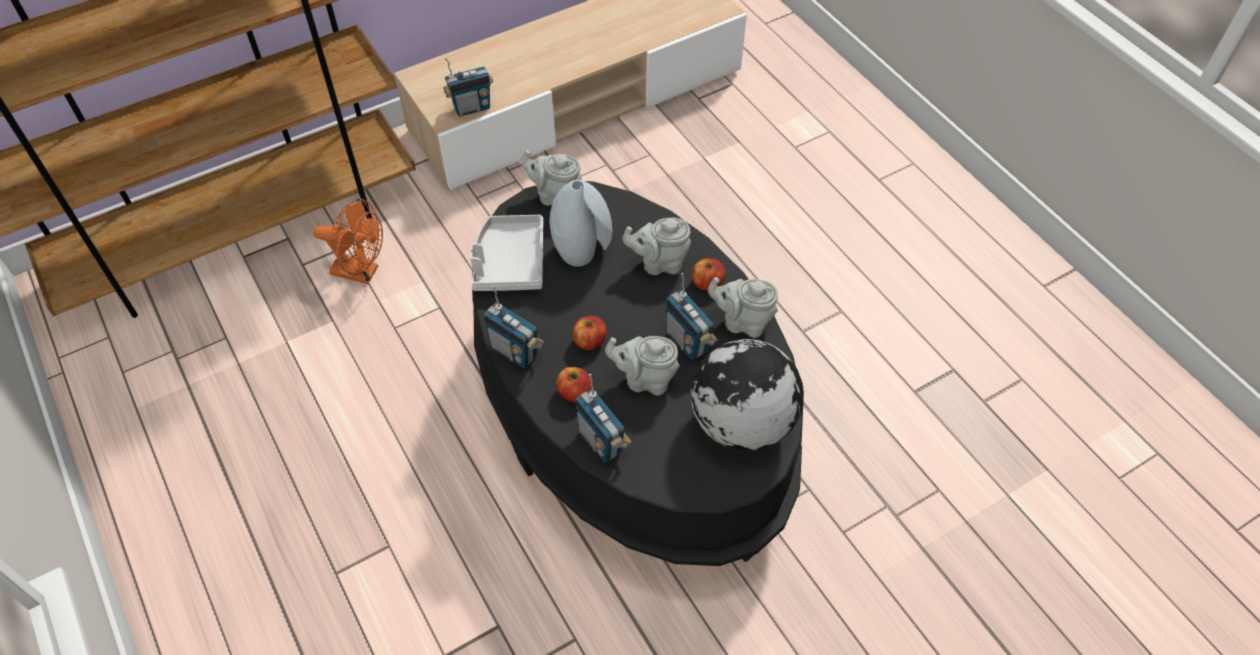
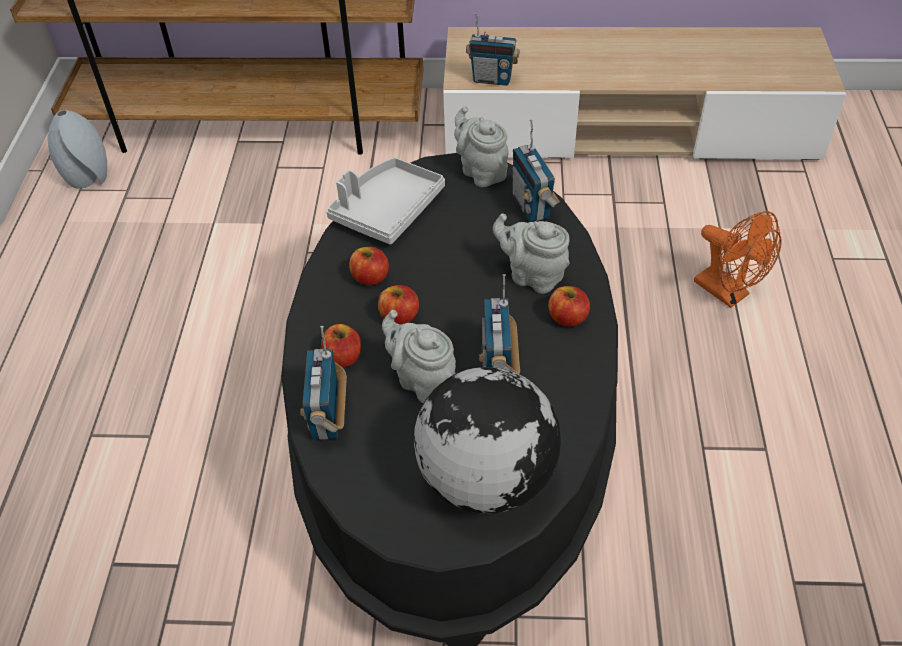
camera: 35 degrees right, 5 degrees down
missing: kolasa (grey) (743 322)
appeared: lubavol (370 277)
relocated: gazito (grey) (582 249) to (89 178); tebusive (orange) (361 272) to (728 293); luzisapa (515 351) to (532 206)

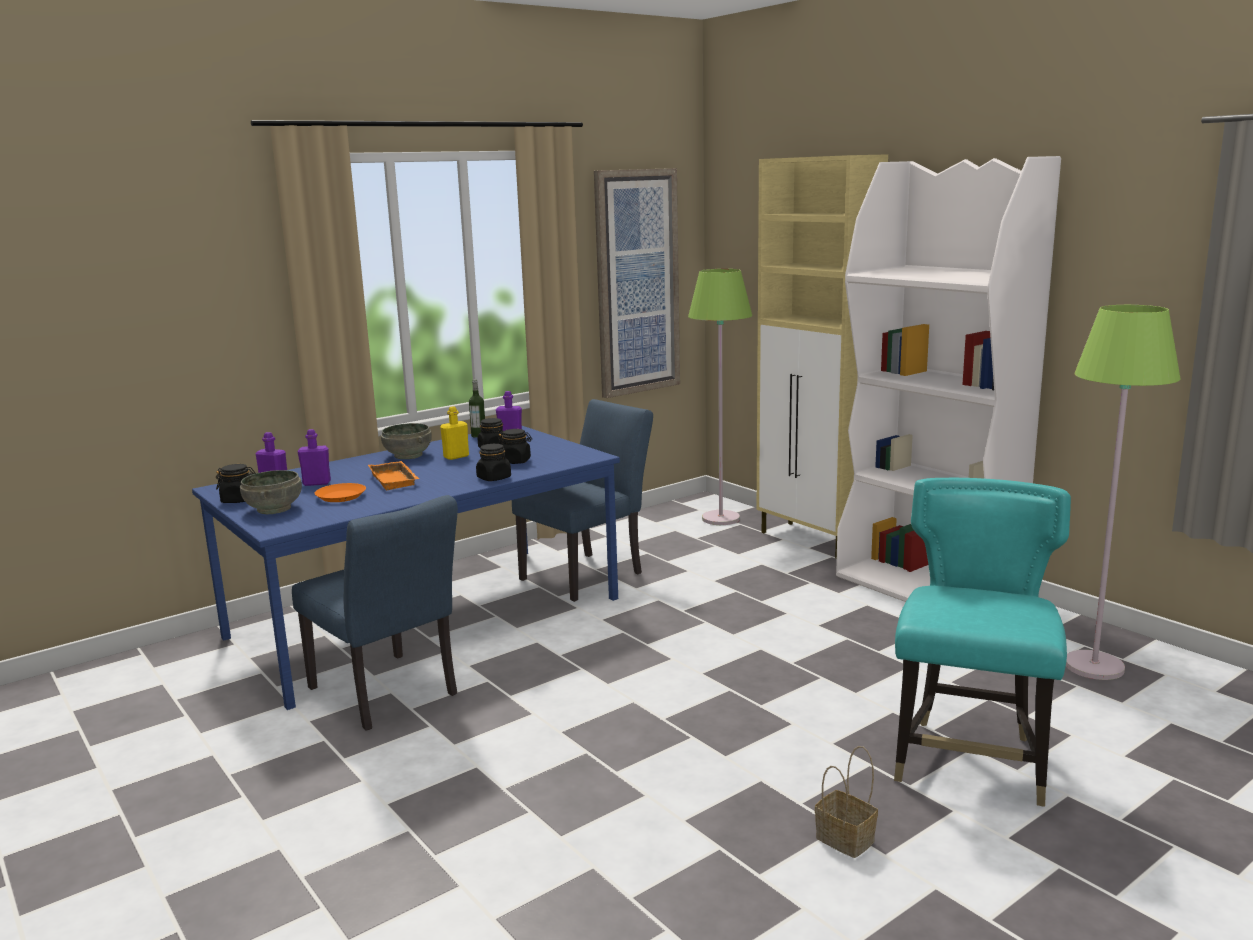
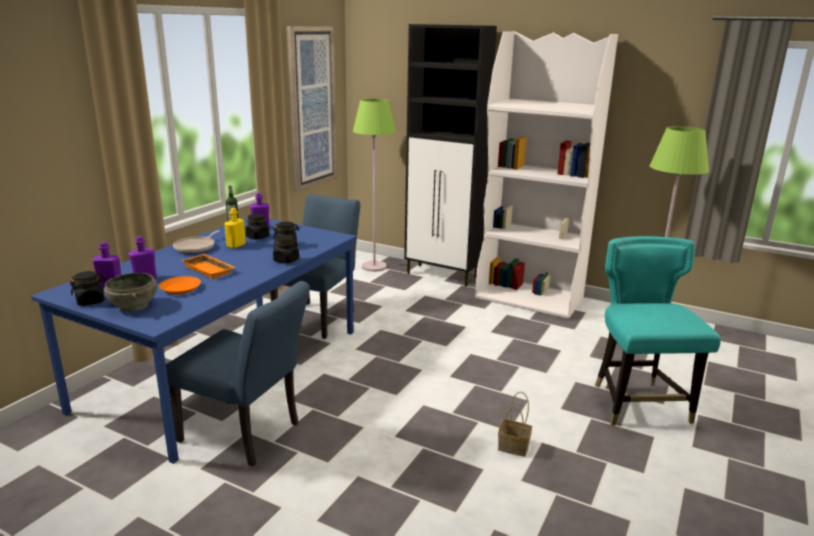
camera: 25 degrees left, 5 degrees up
relocated: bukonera (847 840) to (514 447)
exchanged: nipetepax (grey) (409 455) to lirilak (196 247)
colour: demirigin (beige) (813 541) to demirigin (black) (443 275)

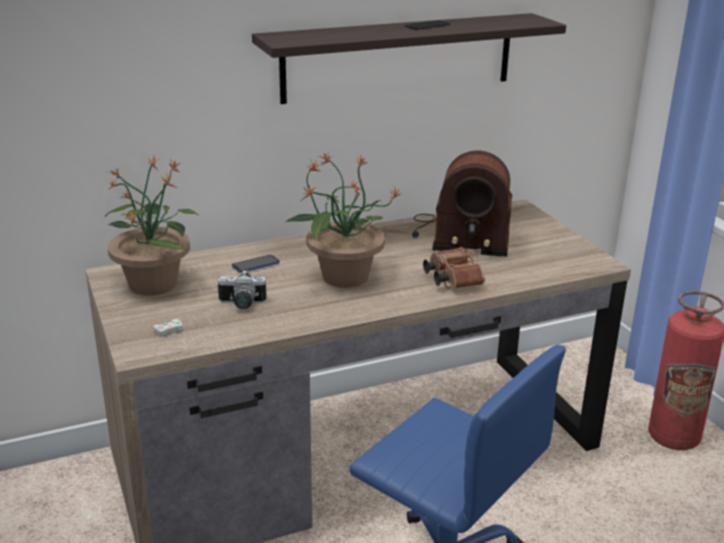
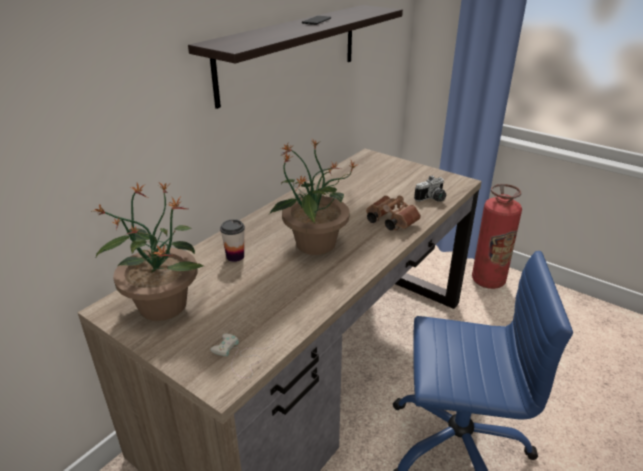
camera: 30 degrees left, 5 degrees up
missing: luzisapa (459 236)
relocated: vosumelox (241 304) to (432 199)
exchanged: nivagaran (255 265) to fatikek (235 256)

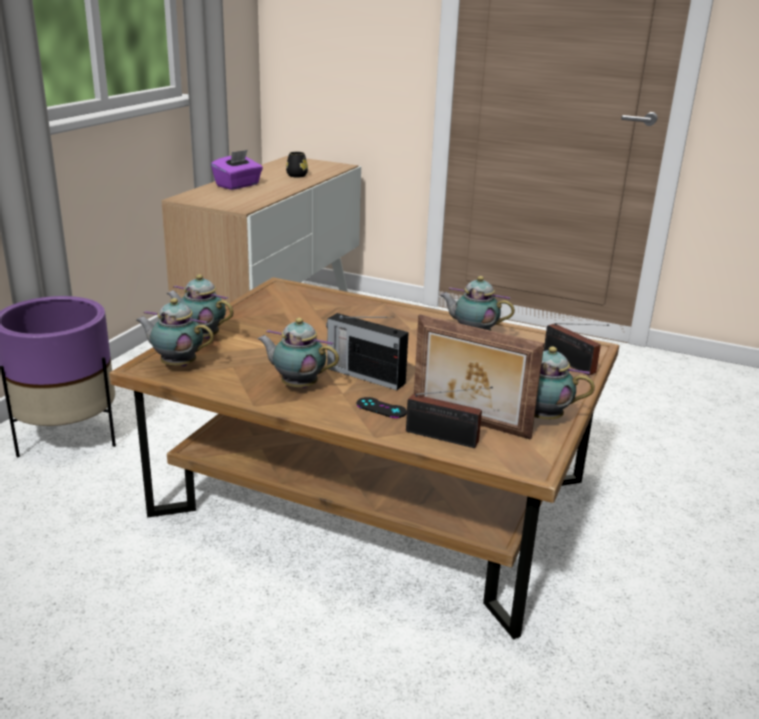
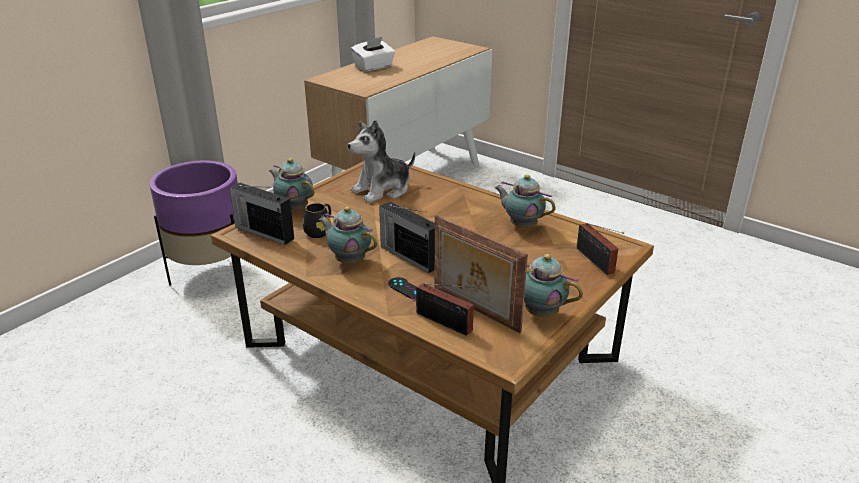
camera: 15 degrees right, 5 degrees up
appeared: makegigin (382 190)
relocated: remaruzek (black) (298 175) to (320 231)
exchanged: kolasa (176 364) to luzisapa (263 232)
colour: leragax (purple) (238 185) to leragax (white) (374 67)

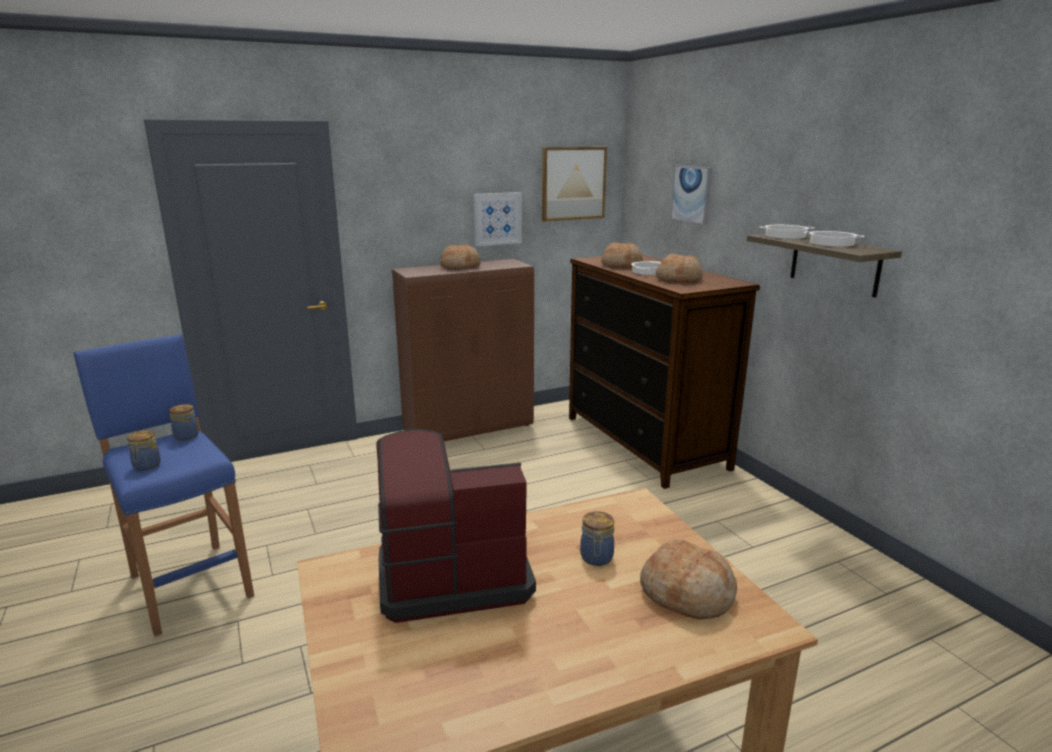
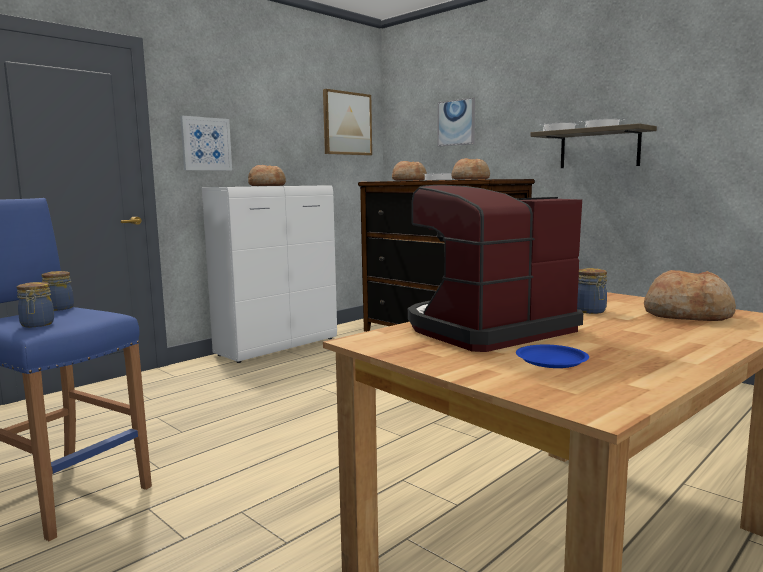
camera: 20 degrees left, 10 degrees down
appeared: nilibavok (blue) (551 360)
relocated: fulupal (497 218) to (206 144)
colour: demirigin (brown) (469 429) to demirigin (white) (278 346)

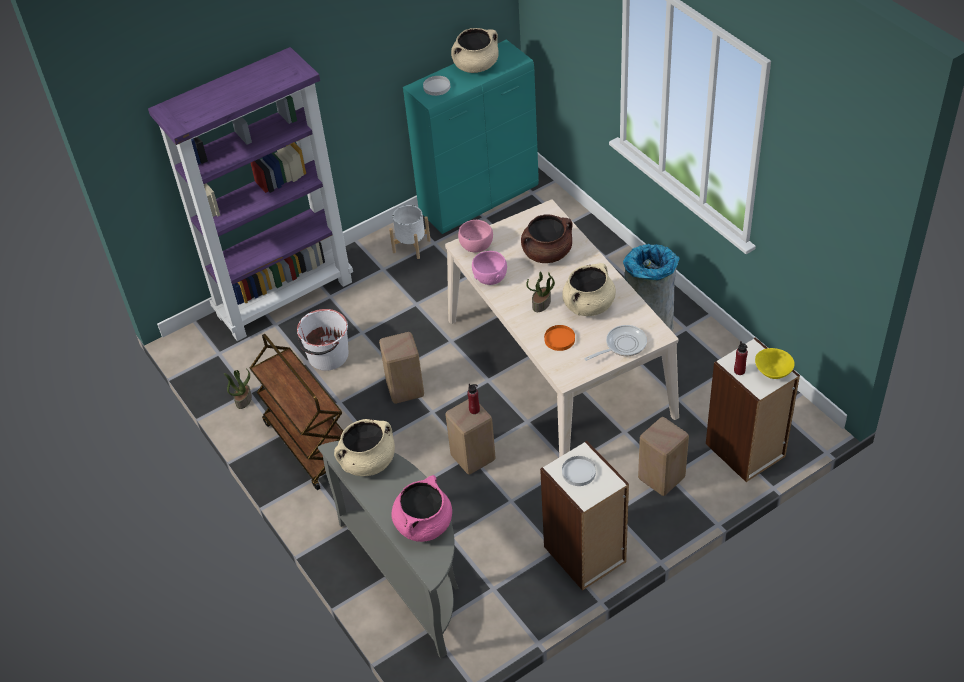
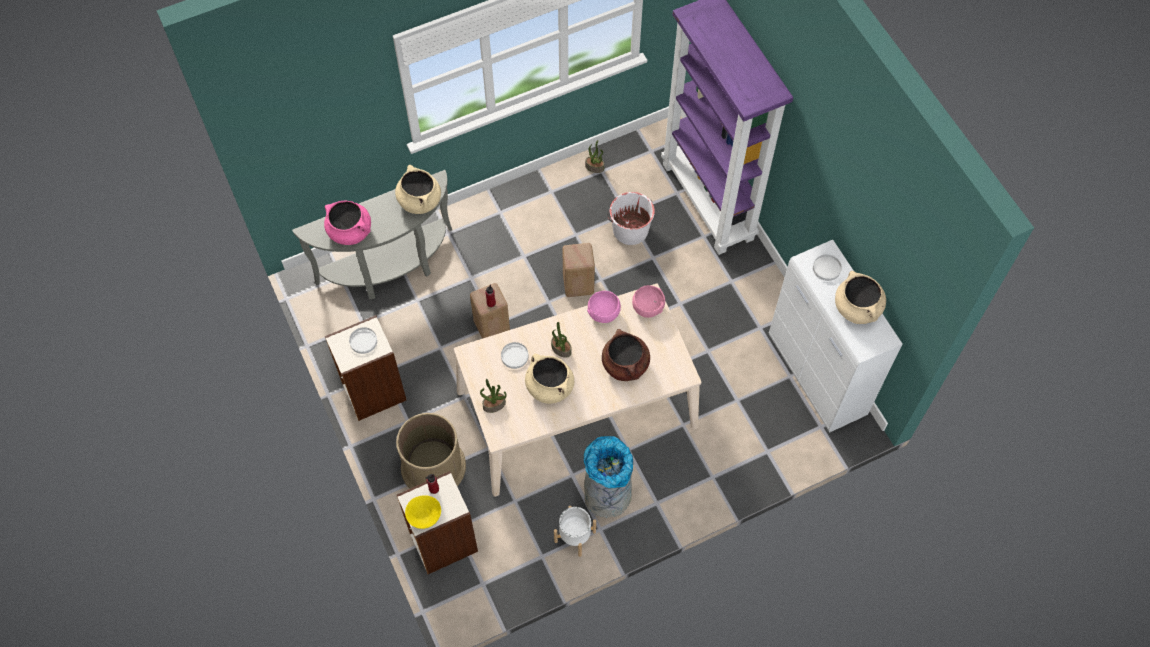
camera: 95 degrees right, 15 degrees up
missing: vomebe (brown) (308 445)
relocated: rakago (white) (411 246) to (575 536)
exchanged: lirilak (622 345) to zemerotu (494 404); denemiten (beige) (661 477) to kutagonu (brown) (433 466)
colour: demirigin (turquoise) (480 199) to demirigin (white) (817 376); nilibavok (orange) (559 339) to nilibavok (white) (515 356)

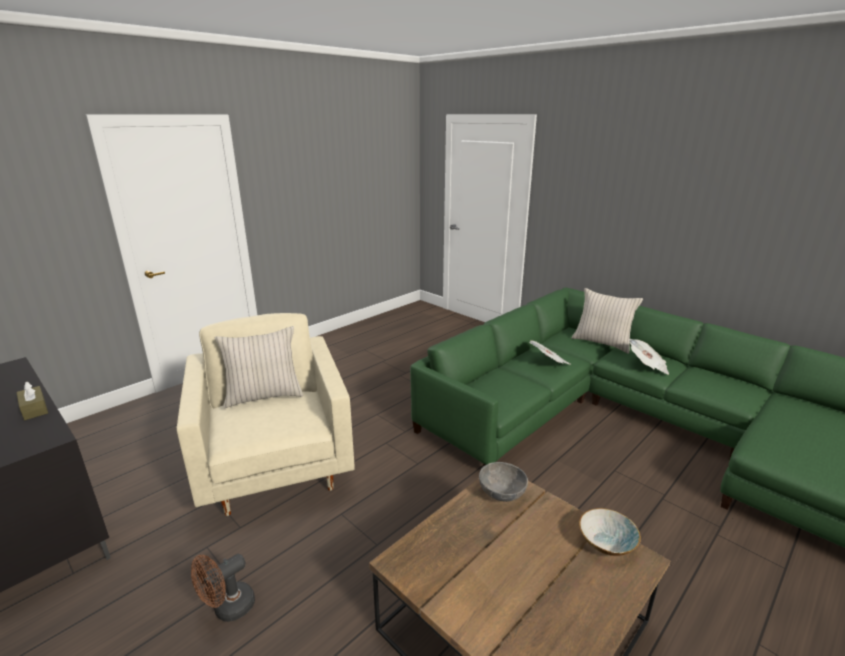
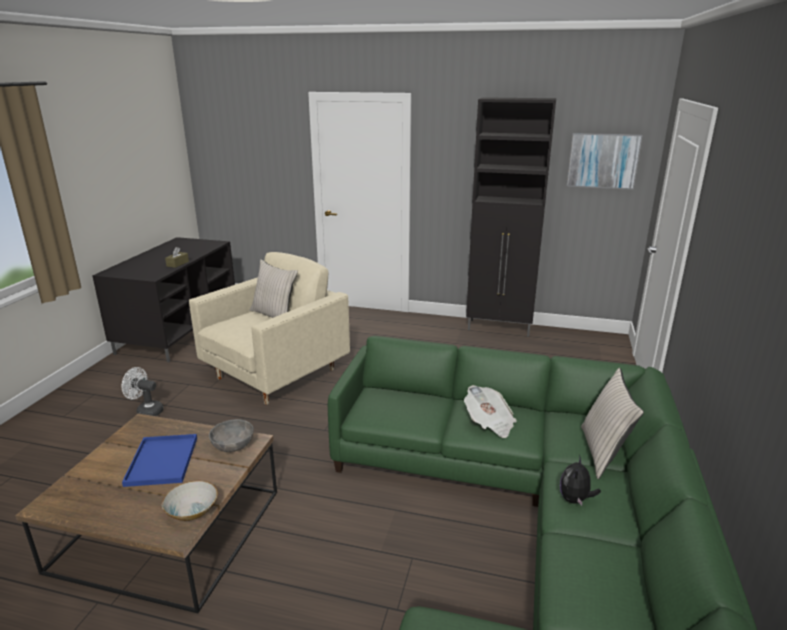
camera: 60 degrees right, 0 degrees up
appeared: demirigin (black) (500 328); fulupal (603 160); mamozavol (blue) (162 462)
exchanged: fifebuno (647 366) to makegigin (575 500)
colour: tebusive (brown) (228 609) to tebusive (white) (146 411)

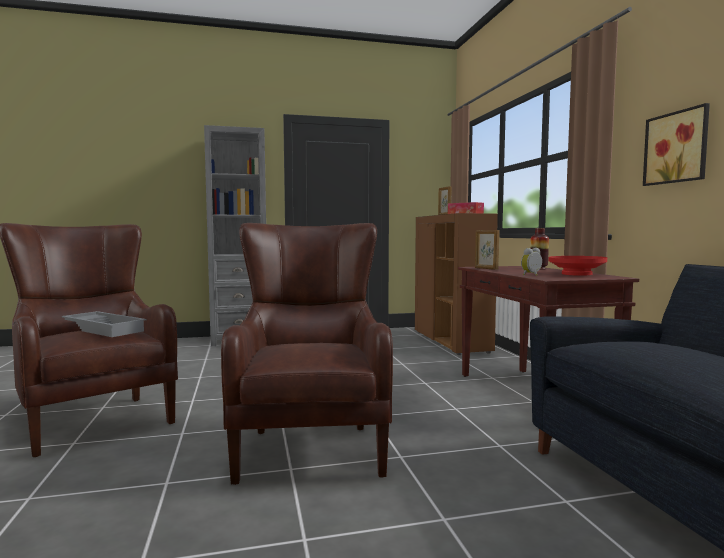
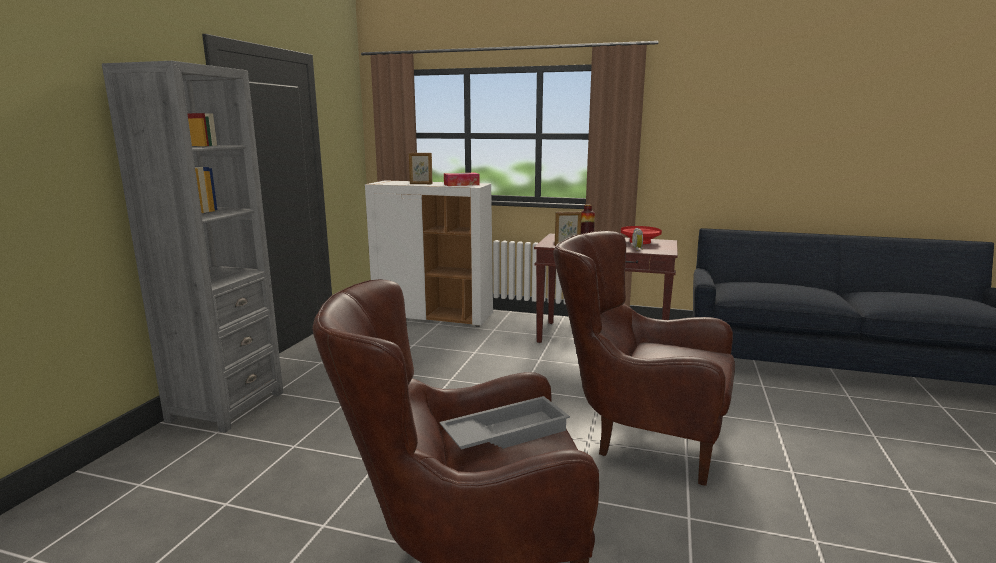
camera: 60 degrees left, 10 degrees up
missing: fulupal (677 147)
colour: demirigin (brown) (451 342) to demirigin (white) (434 316)

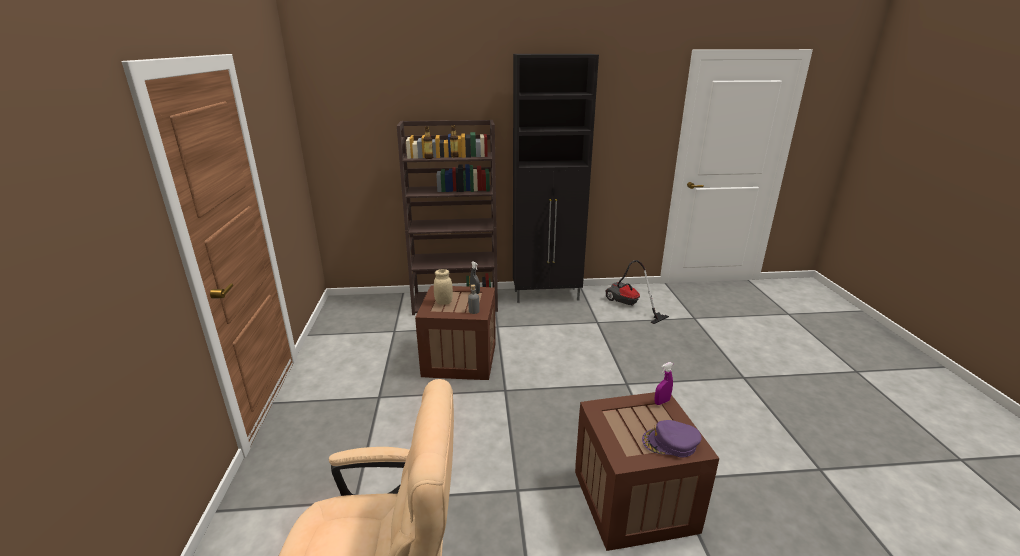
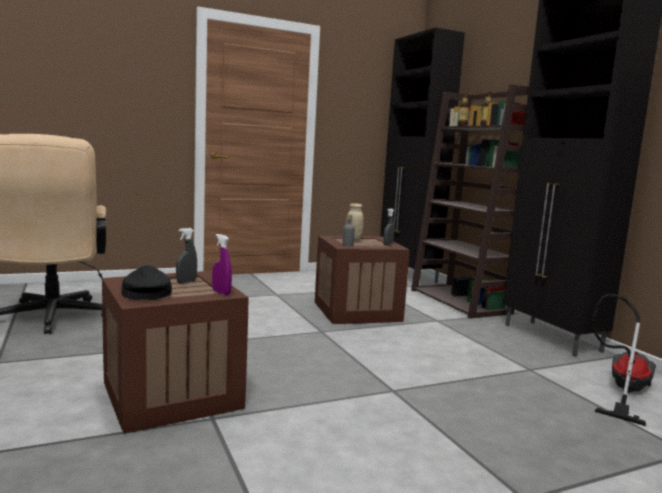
camera: 70 degrees right, 15 degrees down
appeared: demirigin (black) (408 276); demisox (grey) (186 282)
colour: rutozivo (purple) (670 443) to rutozivo (black) (146 292)

